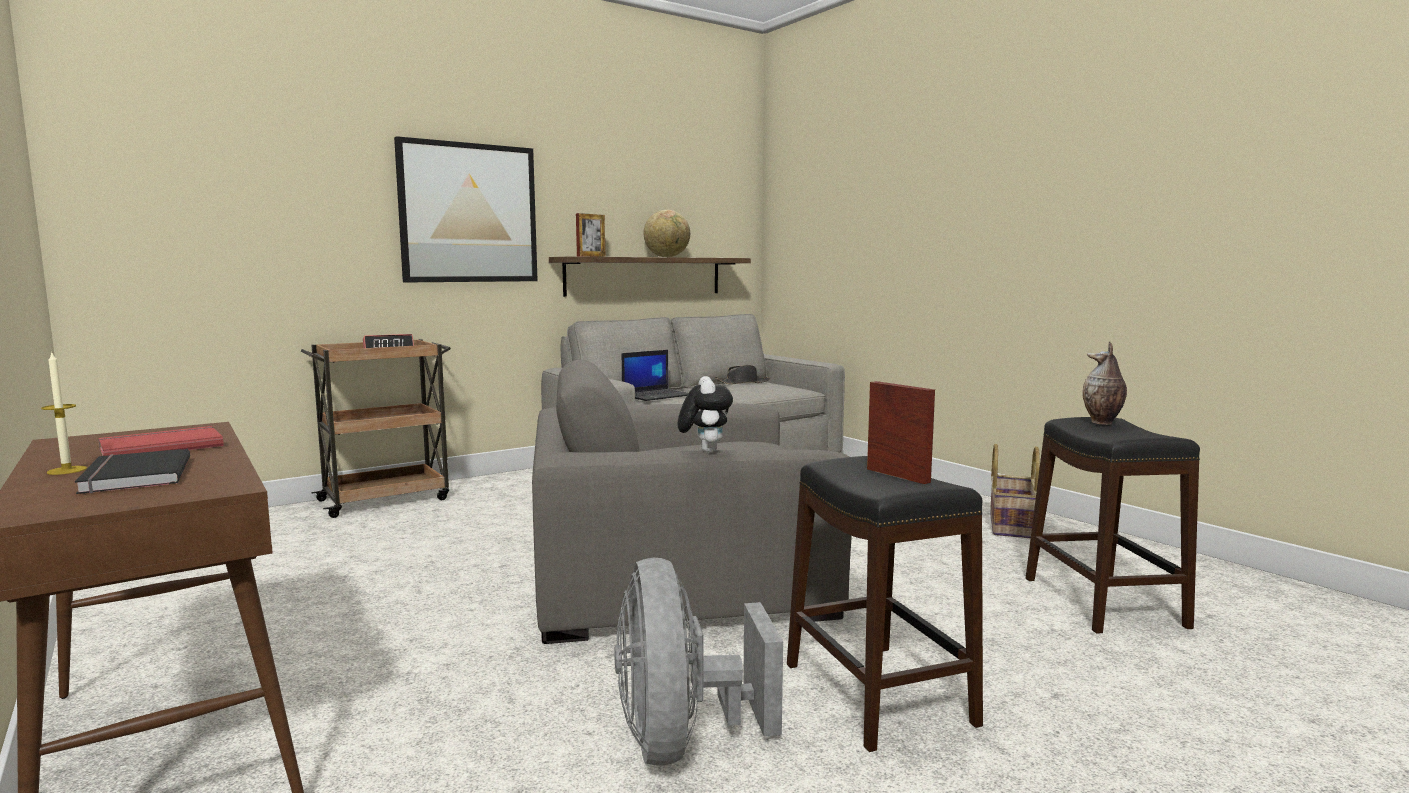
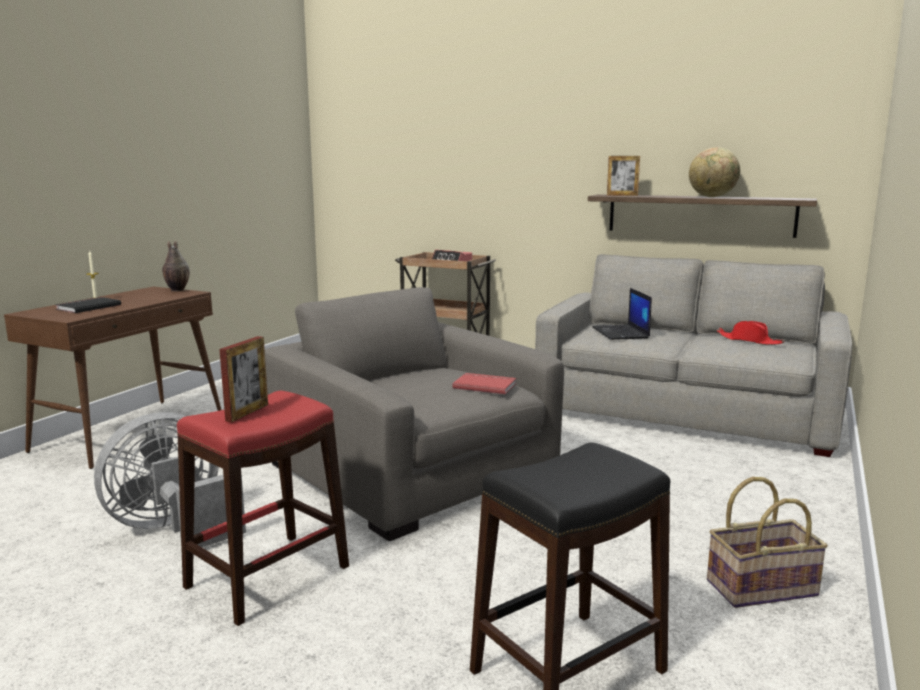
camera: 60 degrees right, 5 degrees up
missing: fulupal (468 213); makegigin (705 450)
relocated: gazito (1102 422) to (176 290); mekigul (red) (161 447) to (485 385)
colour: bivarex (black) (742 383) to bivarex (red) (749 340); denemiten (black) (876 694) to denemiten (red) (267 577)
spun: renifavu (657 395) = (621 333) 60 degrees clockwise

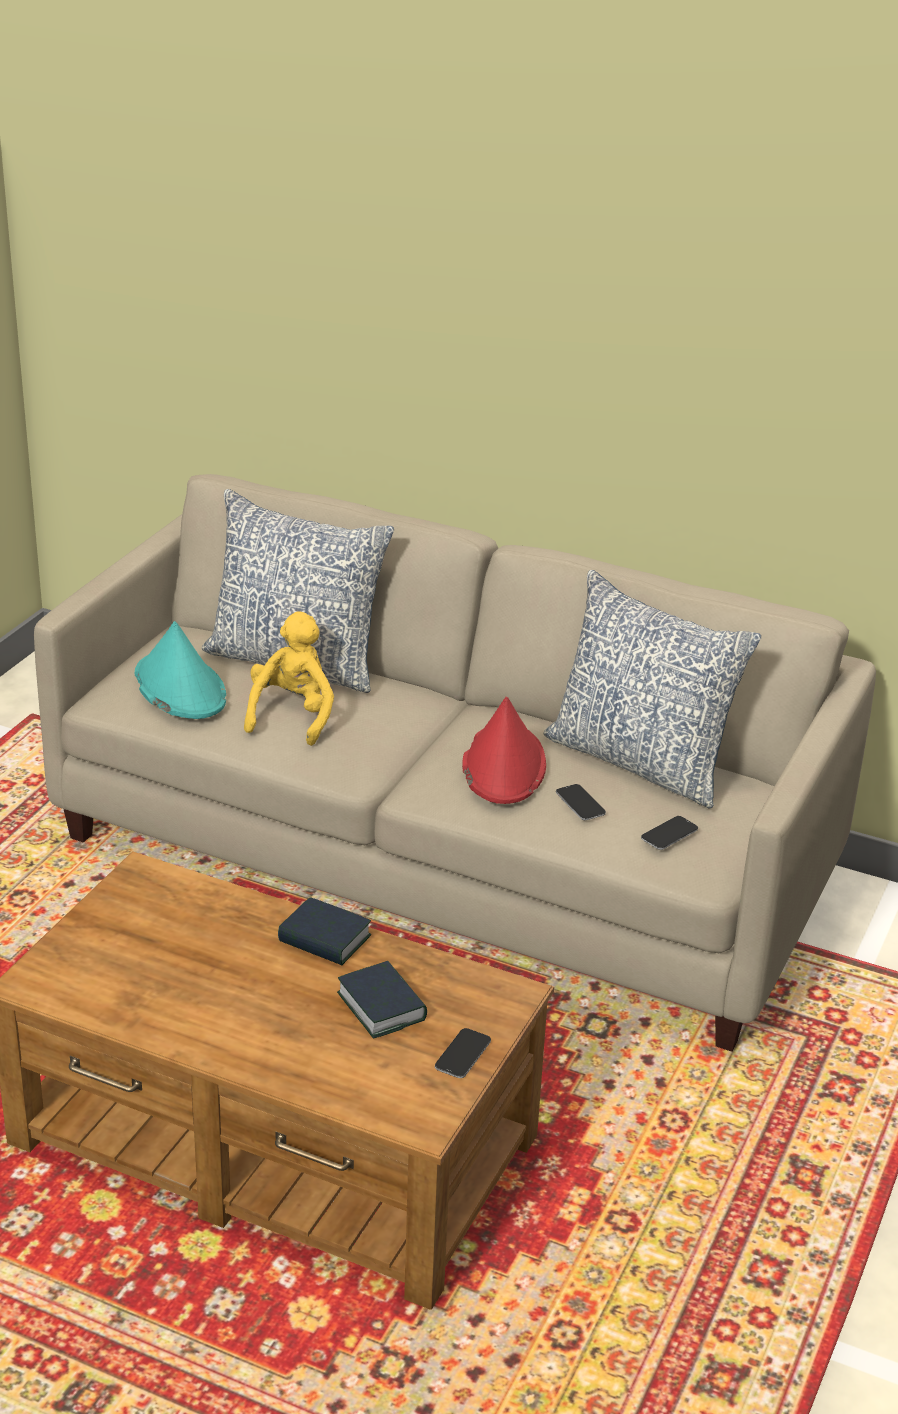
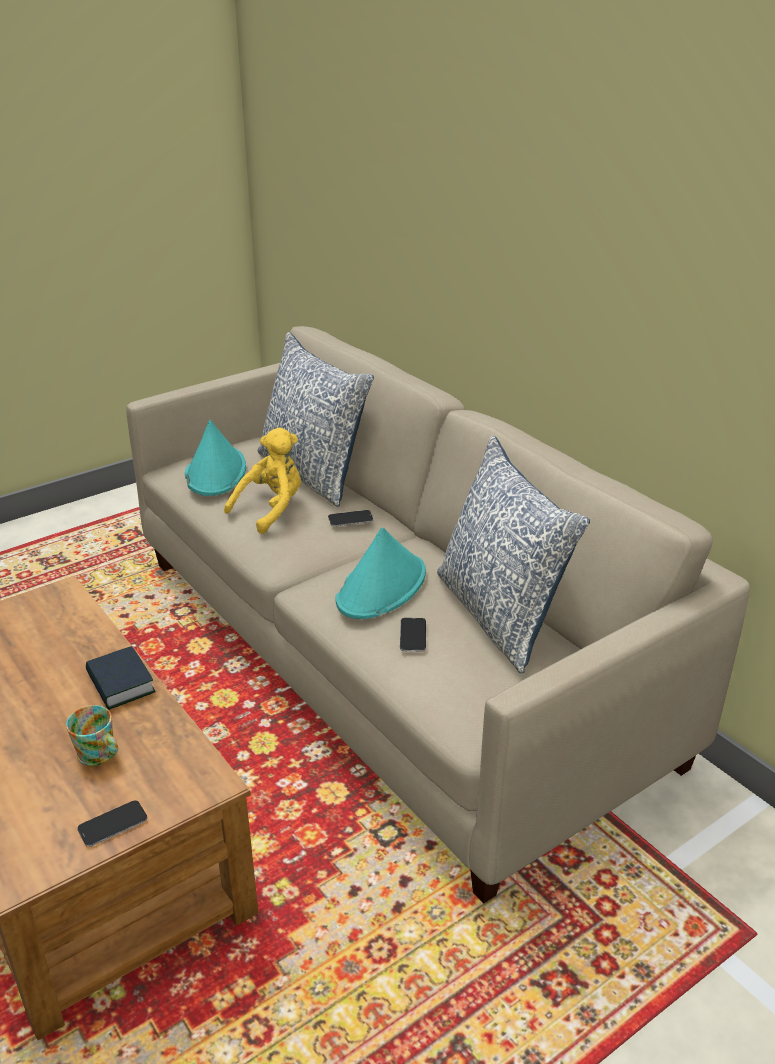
camera: 30 degrees right, 0 degrees up
relocated: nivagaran (669 834) to (350 519)
exchanged: mekigul (381 1006) to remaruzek (99 755)
colour: bivarex (red) (503 766) to bivarex (turquoise) (382 587)

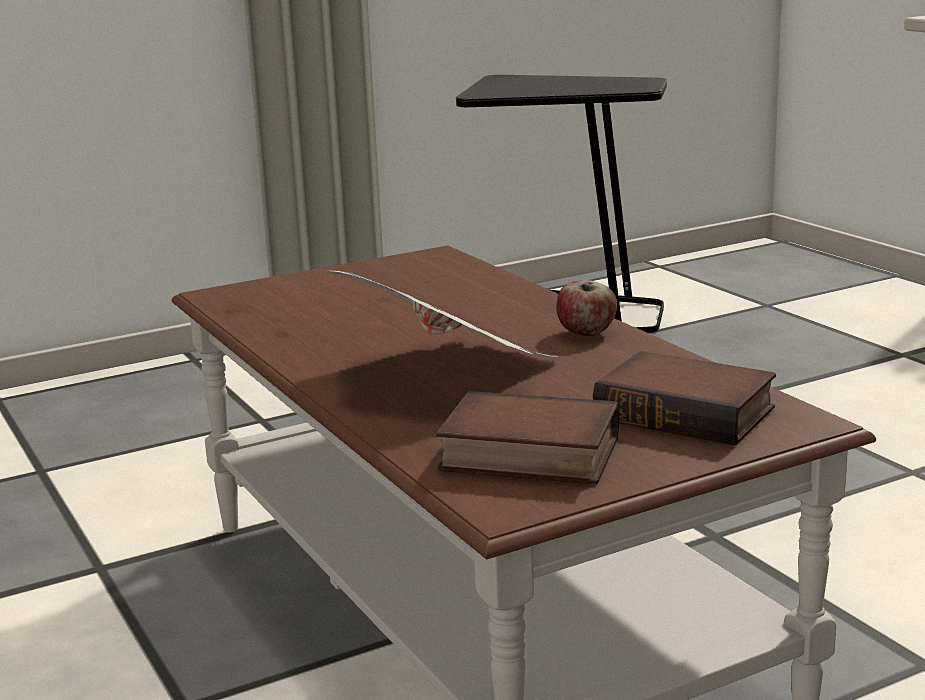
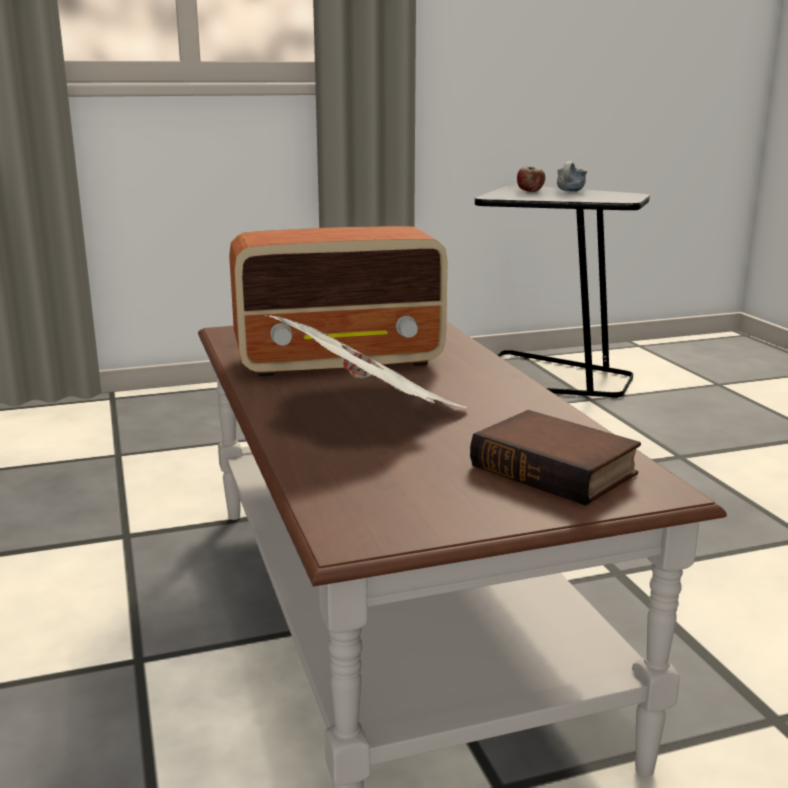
camera: 10 degrees right, 0 degrees up
missing: mekigul (526 456)
appeared: remaruzek (570 191); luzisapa (341 361)
relocated: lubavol (586 333) to (530 191)

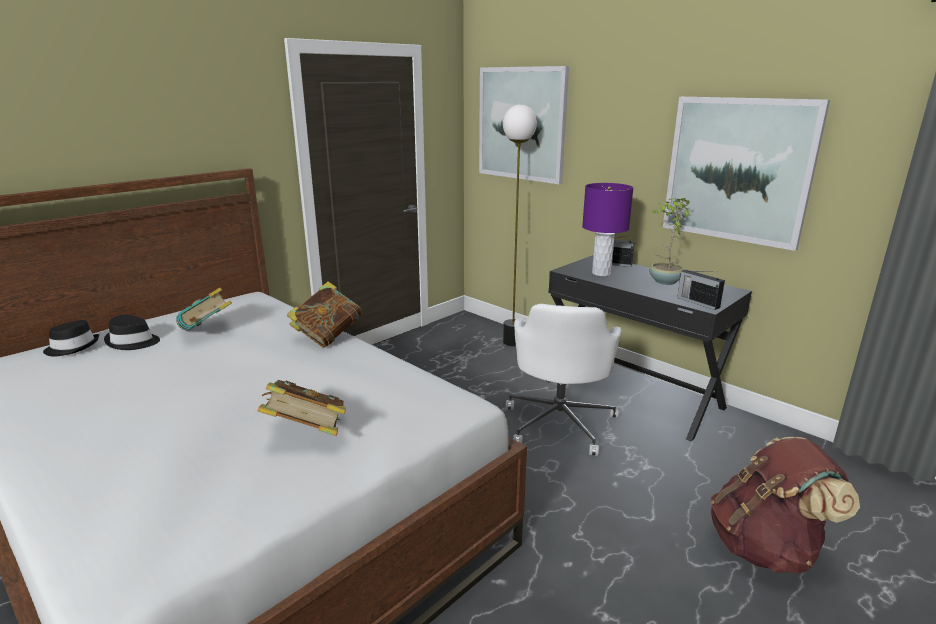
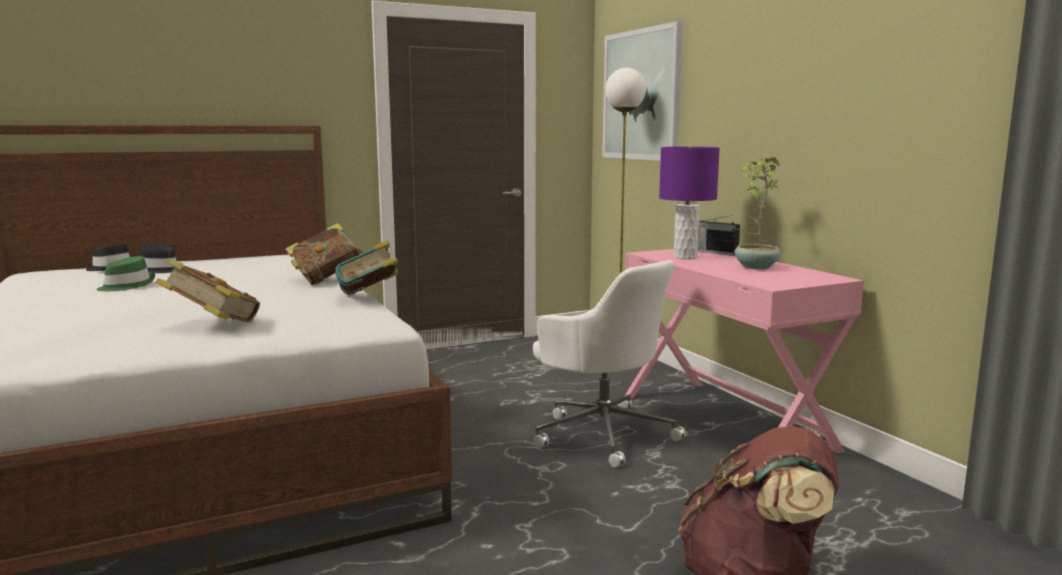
camera: 20 degrees right, 10 degrees down
missing: fulupal (738 170); luzisapa (697 302)
appeared: bivarex (green) (126 286)
relocated: mekigul (207 332) to (369 298)
colour: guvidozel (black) (633 393) to guvidozel (pink) (725 422)
spun: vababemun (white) (560 422) = (603 433) 75 degrees counterclockwise

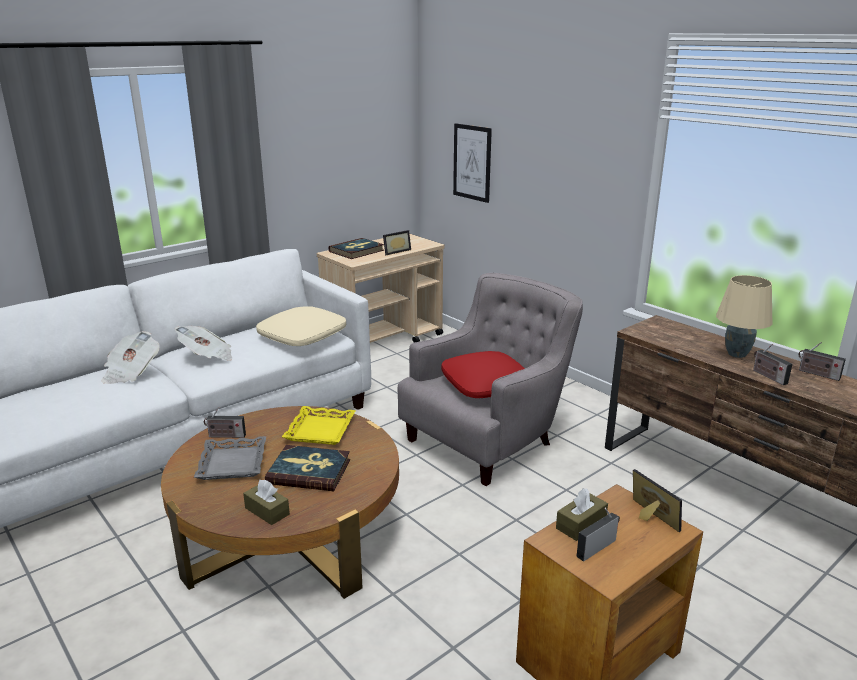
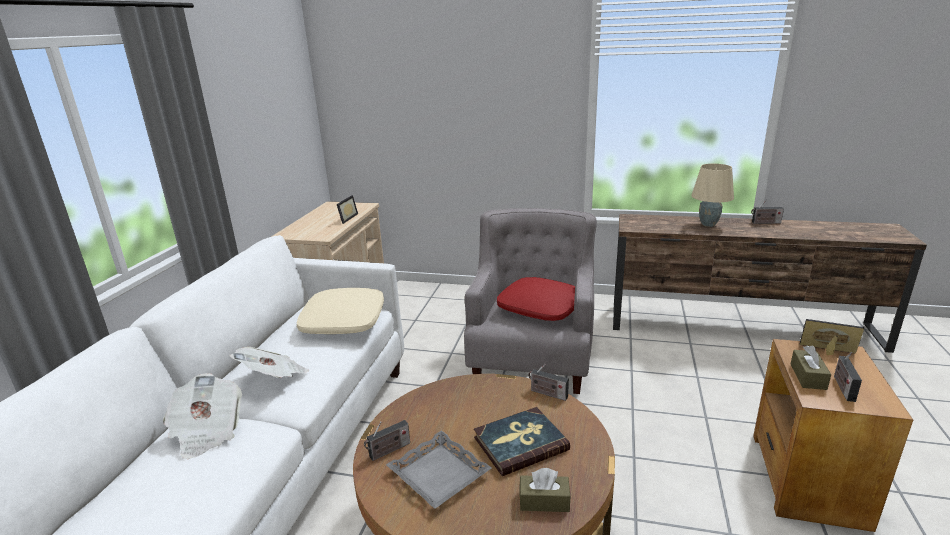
camera: 35 degrees left, 0 degrees up
missing: fulupal (472 162); mekigul (357 251); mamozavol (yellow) (321 430)
relocated: luzisapa (768 376) to (547 393)

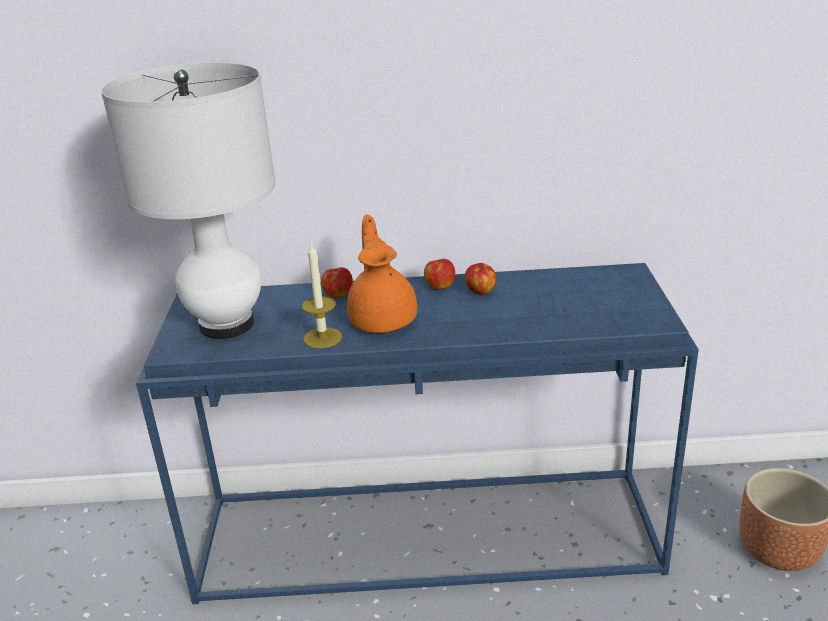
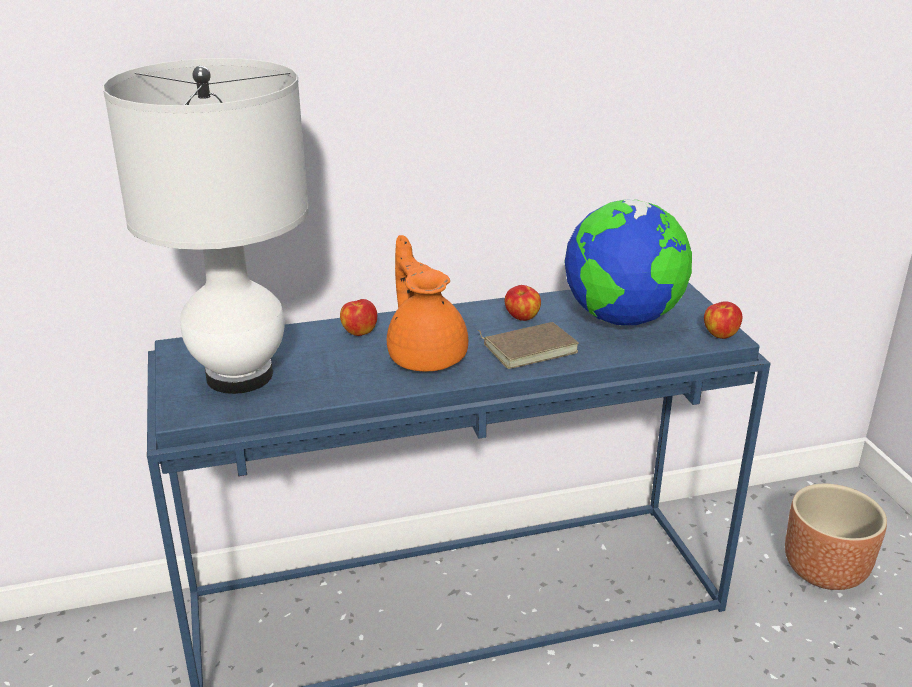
camera: 15 degrees left, 0 degrees up
missing: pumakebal (322 338)
appeared: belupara (622 319); mekigul (brown) (529 348)
relocated: lubavol (439 286) to (720 334)

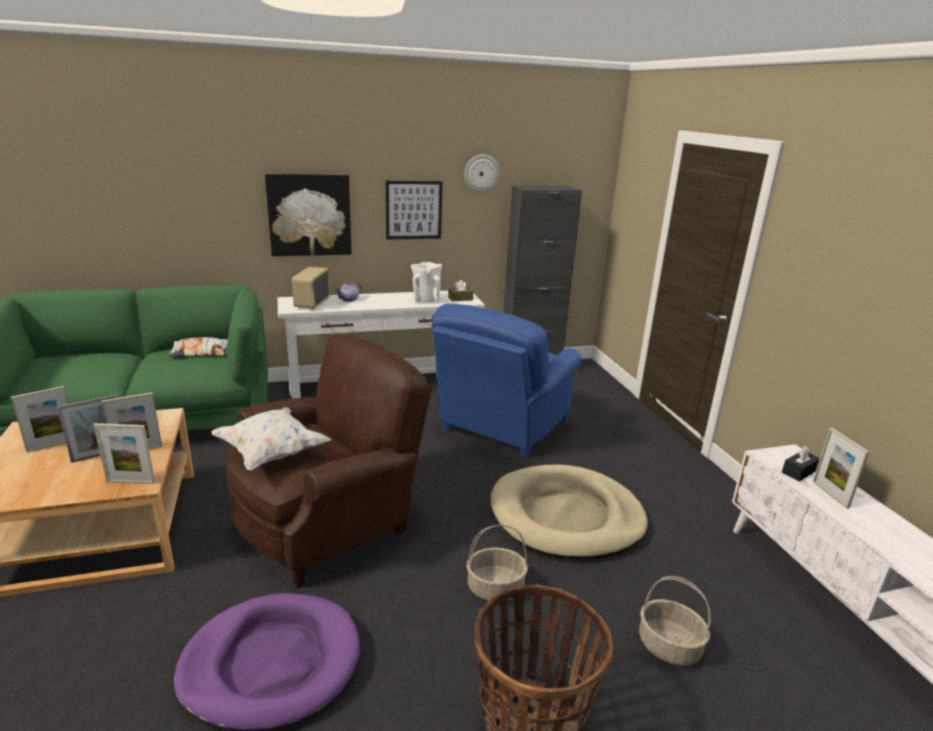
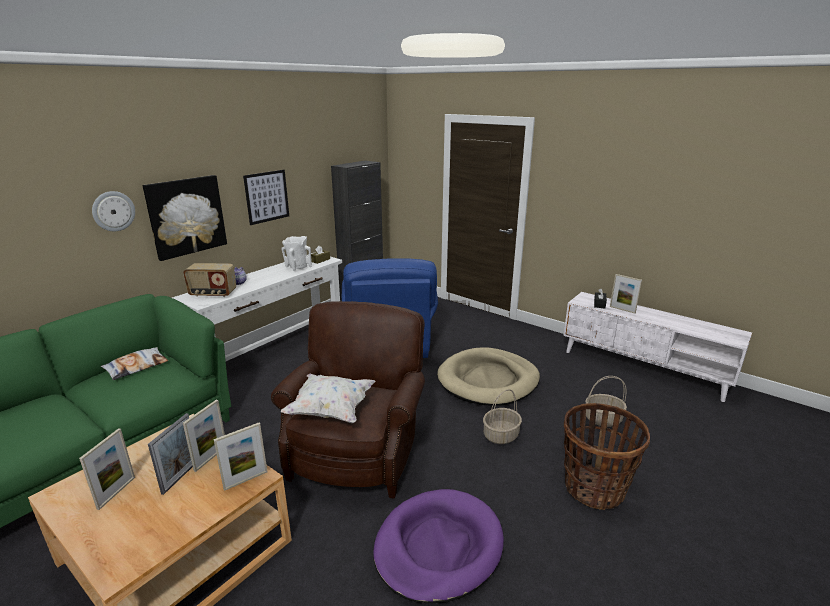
camera: 35 degrees left, 0 degrees up
relocated: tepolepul (481 173) to (113 211)
spun: luzisapa (312 303) = (212 294) 60 degrees counterclockwise

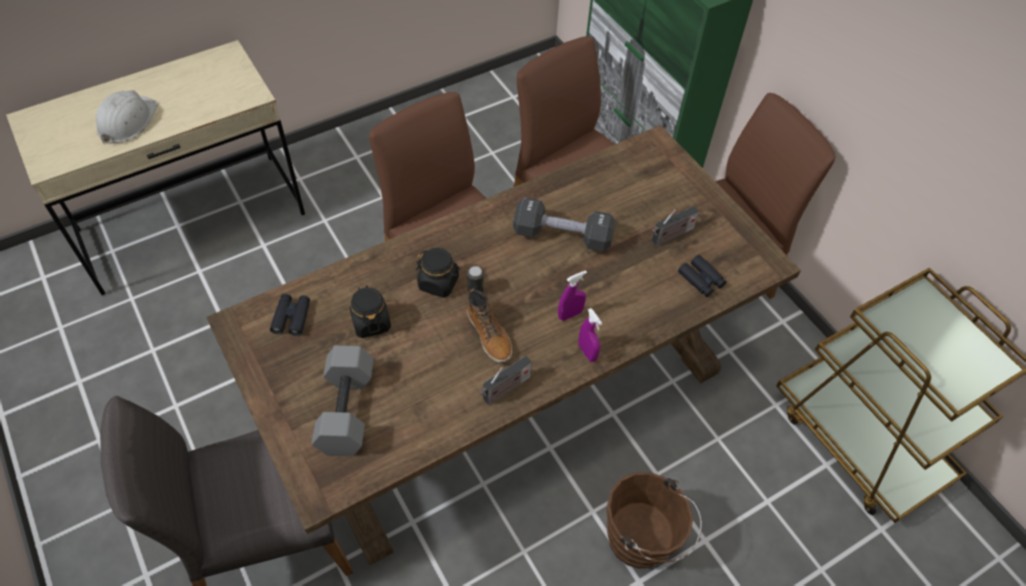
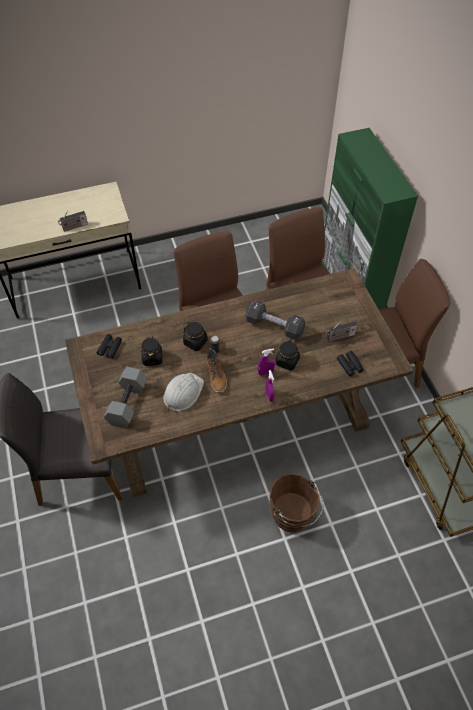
camera: 15 degrees right, 0 degrees up
appeared: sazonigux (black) (287 361)
relocated: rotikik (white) (127 121) to (183 393); luzisapa (505 390) to (74 227)

